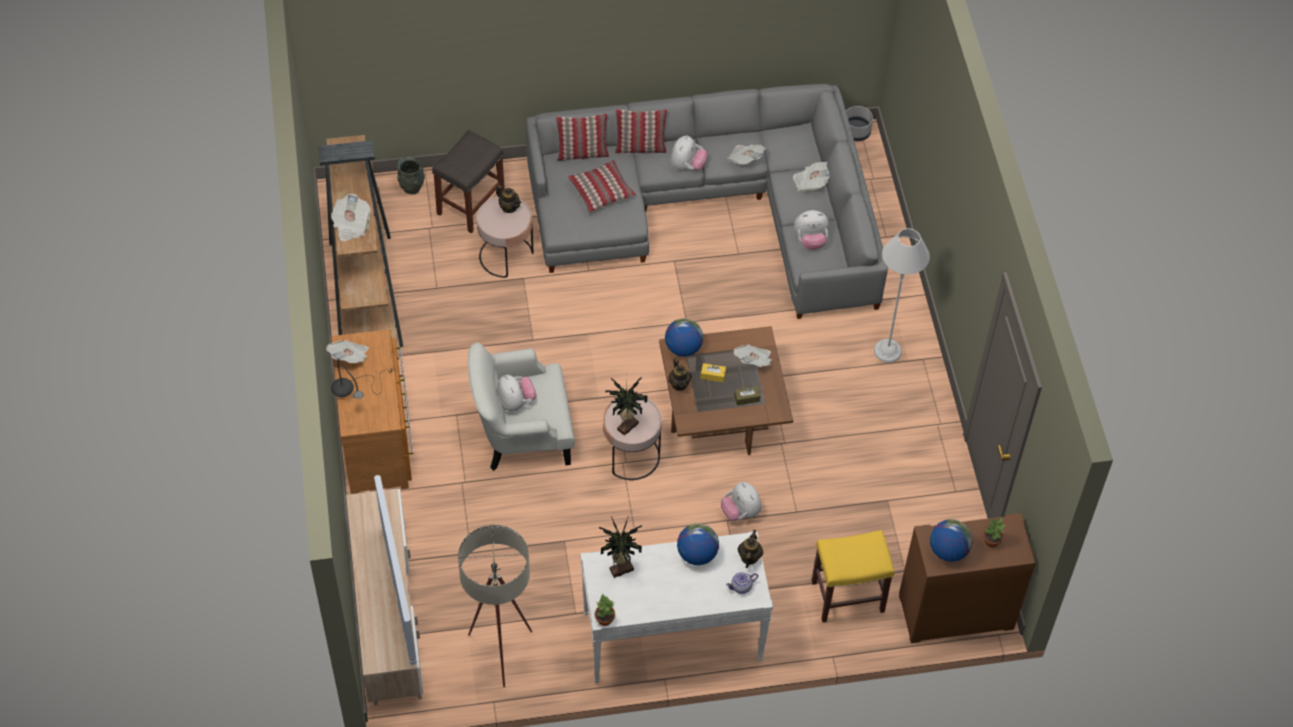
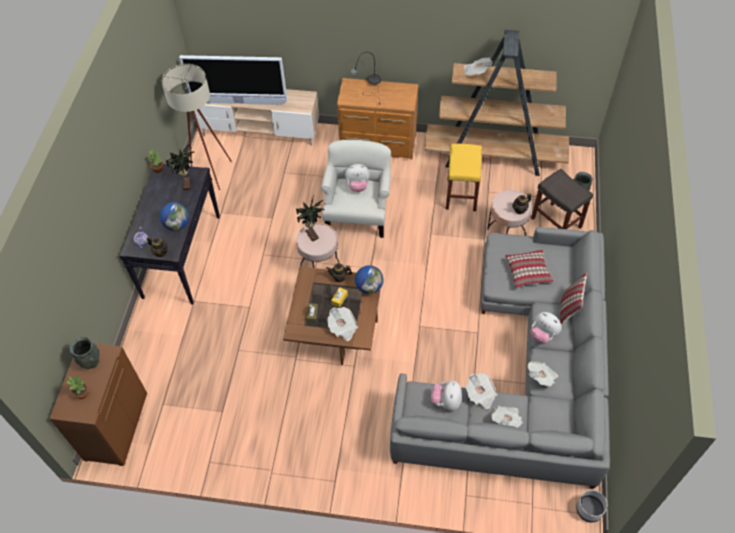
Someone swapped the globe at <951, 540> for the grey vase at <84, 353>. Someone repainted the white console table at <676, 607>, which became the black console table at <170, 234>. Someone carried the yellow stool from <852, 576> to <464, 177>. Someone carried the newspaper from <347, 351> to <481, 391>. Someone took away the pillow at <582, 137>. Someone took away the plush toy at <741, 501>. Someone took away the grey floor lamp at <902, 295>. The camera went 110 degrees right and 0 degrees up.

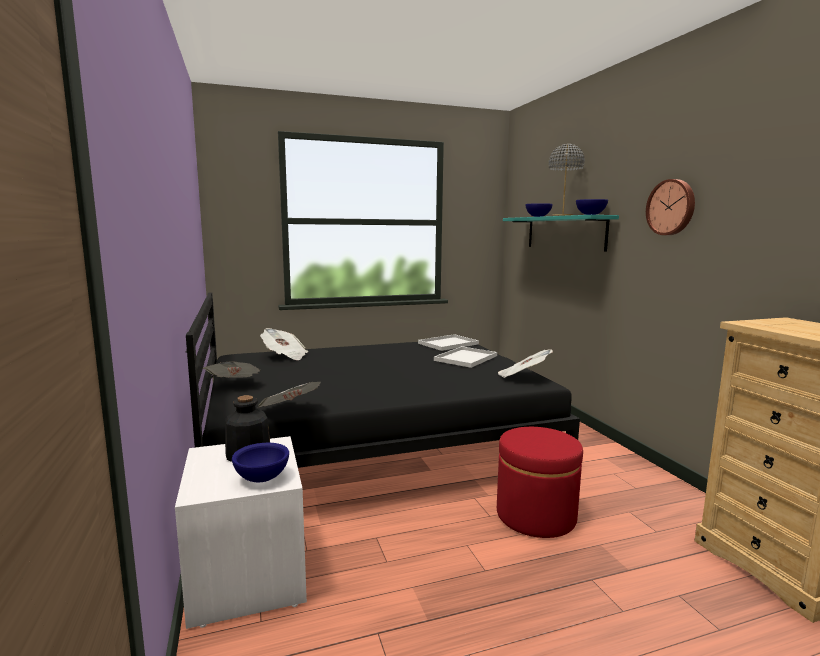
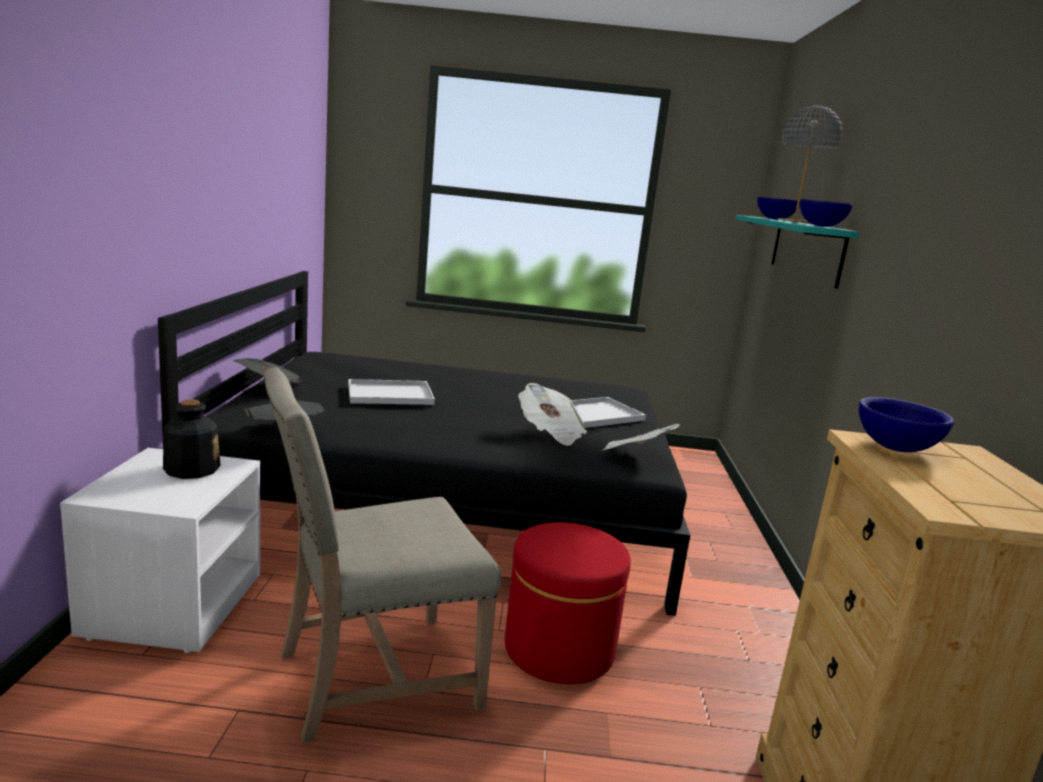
Someone put down the beige chair at <382, 555>. Someone carried the white tray from <448, 342> to <391, 392>. Someone carried the newspaper from <284, 344> to <552, 414>. Someone carried the blue bowl from <260, 462> to <906, 424>. Someone took away the wall clock at <670, 207>. The camera went 20 degrees right and 5 degrees up.

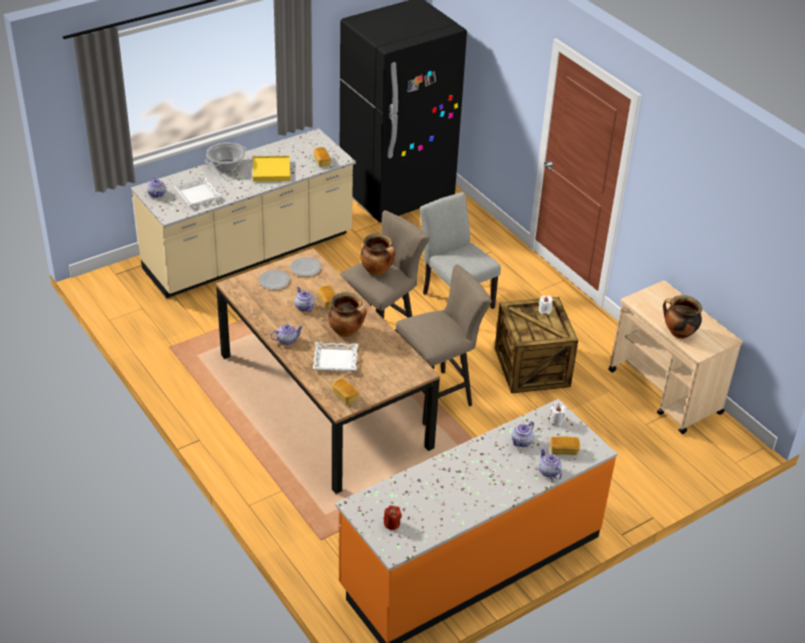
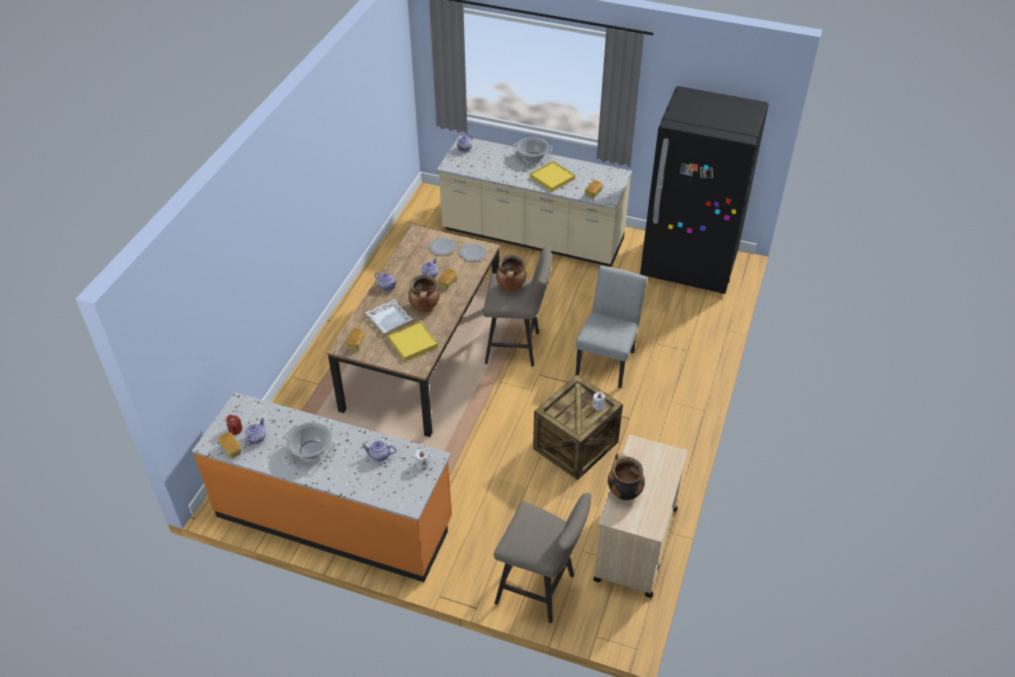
Someone carried the bread from <565, 445> to <230, 445>. Someone carried the teapot from <550, 463> to <255, 432>. Someone put down the cooking pot at <309, 441>. Someone put down the yellow tray at <412, 341>. Someone carried the beige stool from <444, 345> to <542, 558>. Someone took away the white tray at <197, 191>. The camera went 55 degrees right and 5 degrees up.

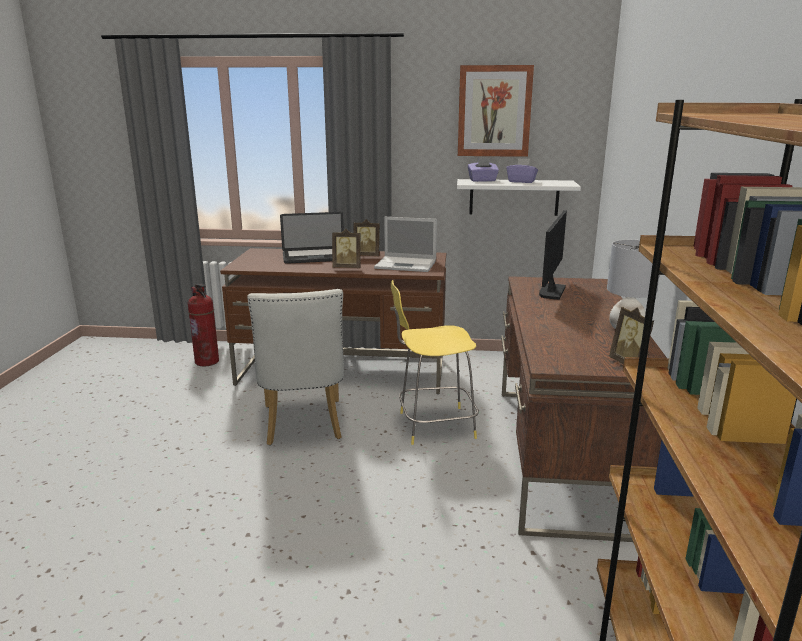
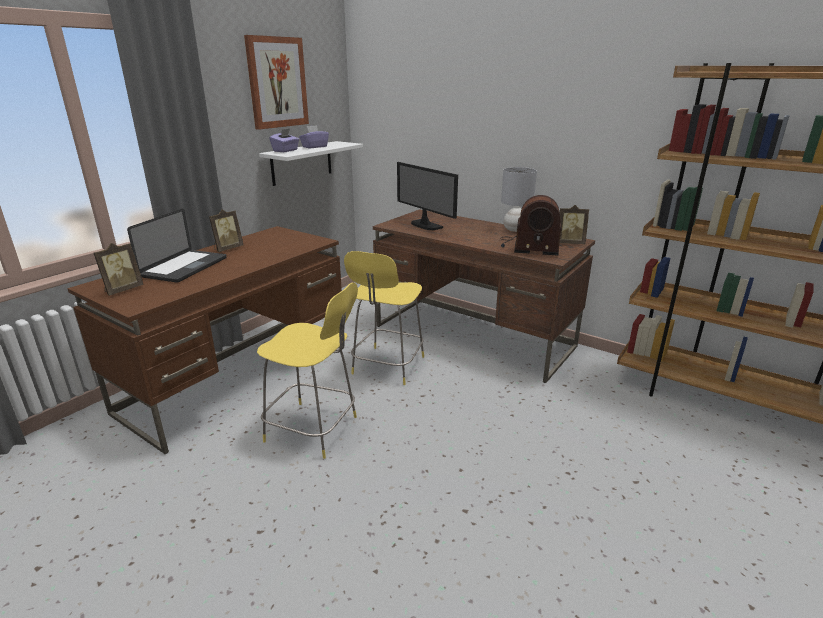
Someone carried the picture frame from <346, 248> to <119, 269>. Someone swapped the white chair at <295, 367> for the yellow stool at <307, 371>. Someone put down the radio at <530, 225>. Someone took away the fire extinguisher at <203, 325>. Someone took away the laptop at <405, 244>. The camera went 60 degrees left and 5 degrees up.

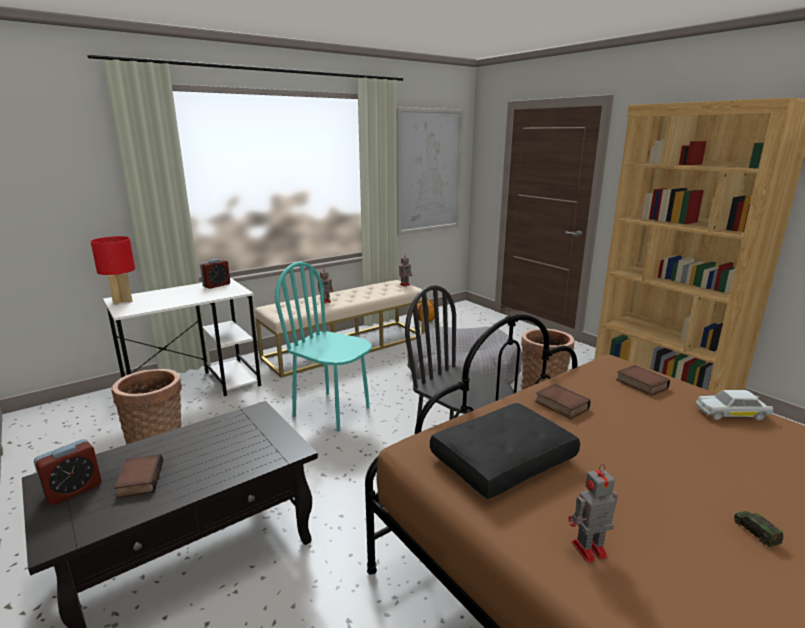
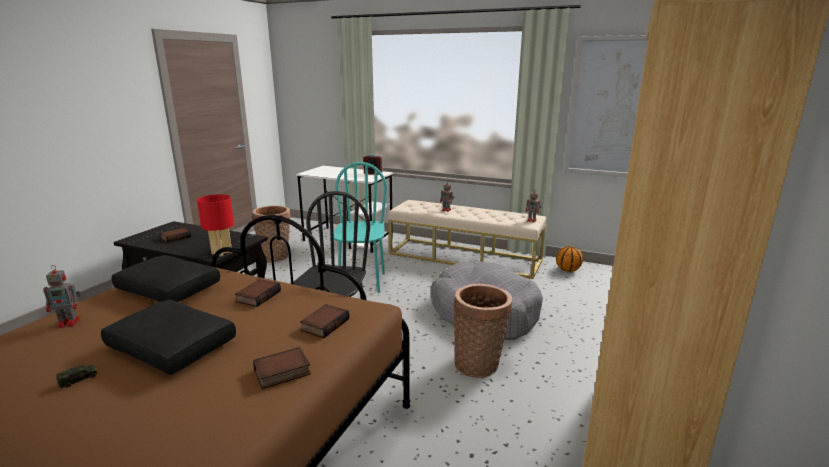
Someone rotated the toy robot at <593, 513> by 120 degrees clockwise. Someone put down the black pillow at <168, 337>. Someone carried the red table lamp from <113, 270> to <215, 225>. Someone swapped the white toy car at <734, 405> for the book at <282, 368>. Someone took away the alarm clock at <68, 472>. The camera went 60 degrees right and 0 degrees up.

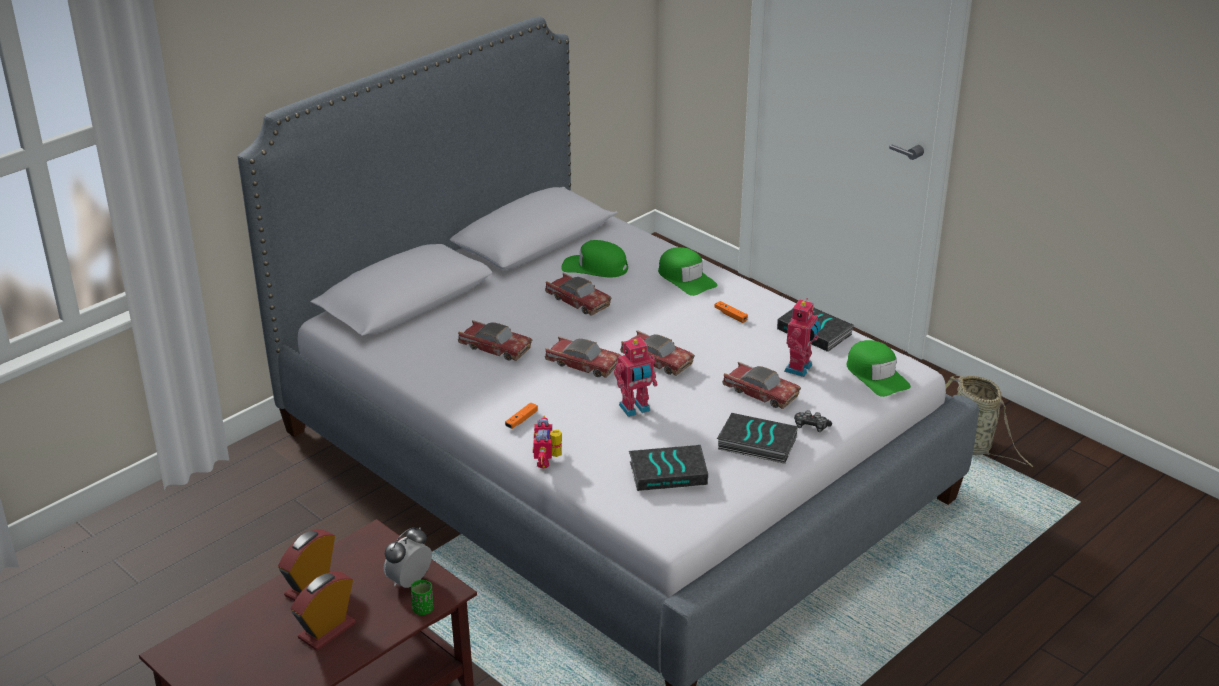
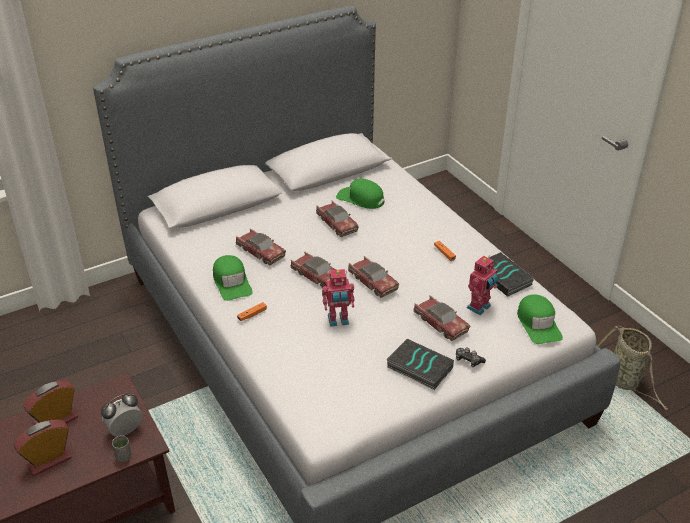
Someone repainted the green cup at <422, 597>, which became the grey cup at <122, 448>. Someone carried the green cap from <688, 271> to <233, 278>. Someone took away the toy robot at <547, 442>. Someone took away the book at <668, 468>. The camera went 15 degrees right and 5 degrees up.

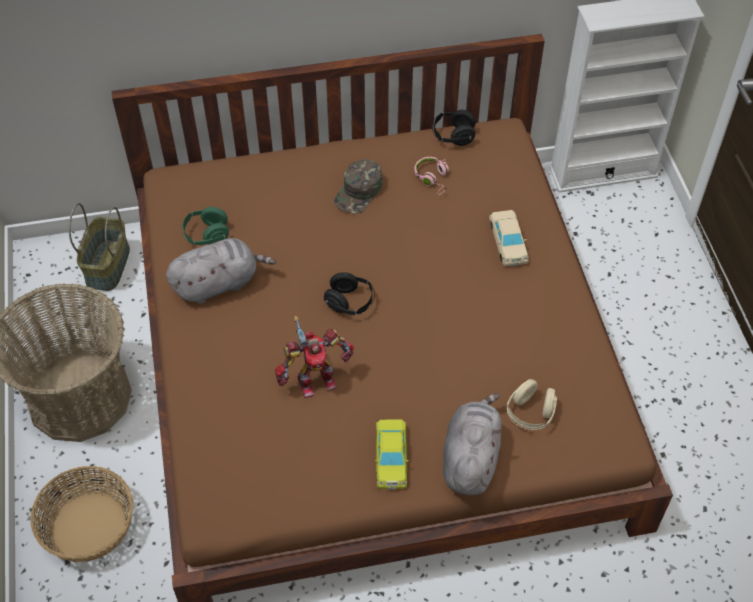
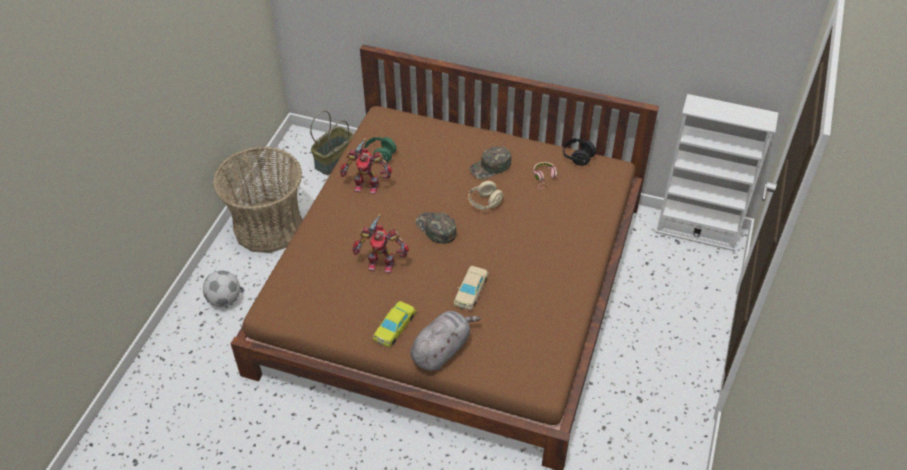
Someone swapped the basket at <81, 514> for the football at <221, 288>. Someone swapped the grey plush toy at <221, 271> for the toy robot at <366, 166>. Someone swapped the black headphones at <349, 293> for the green cap at <436, 228>. Someone carried the beige toy car from <509, 238> to <471, 288>. Someone carried the beige headphones from <531, 404> to <485, 195>. The camera went 30 degrees right and 5 degrees down.

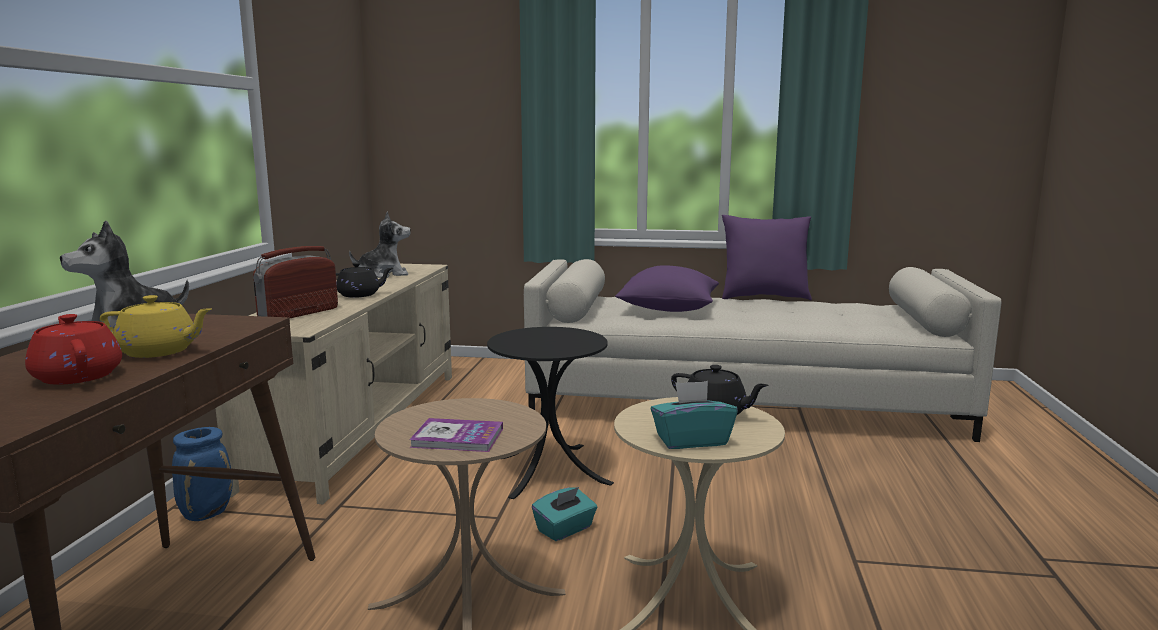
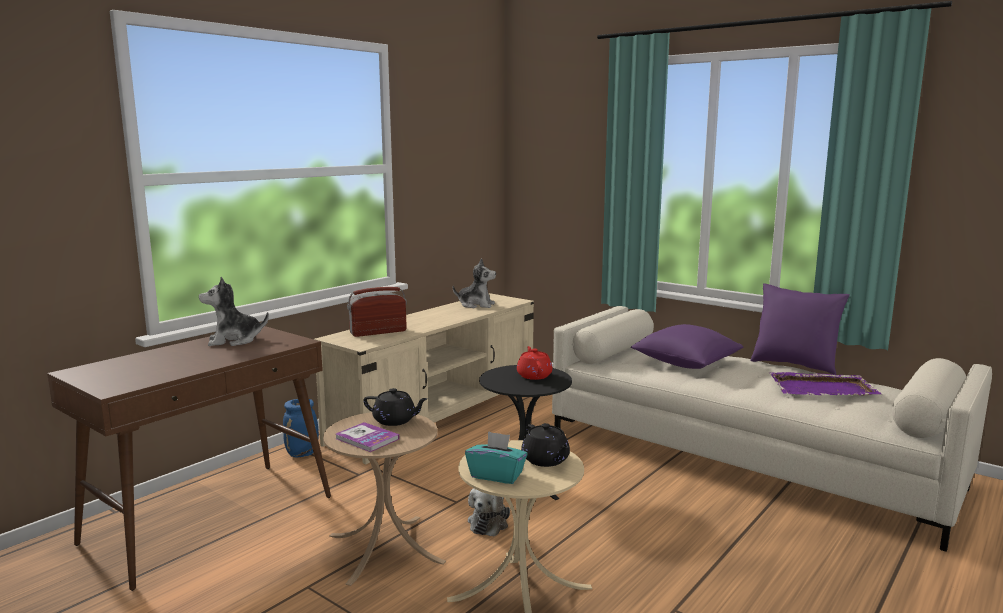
Someone carried the black teapot from <364, 280> to <395, 407>. Someone swapped the turquoise tissue box at <564, 514> for the plush toy at <489, 512>. Someone carried the red teapot from <73, 349> to <534, 363>. Someone put down the purple tray at <825, 383>. Someone took away the yellow teapot at <156, 326>. The camera went 30 degrees right and 0 degrees up.

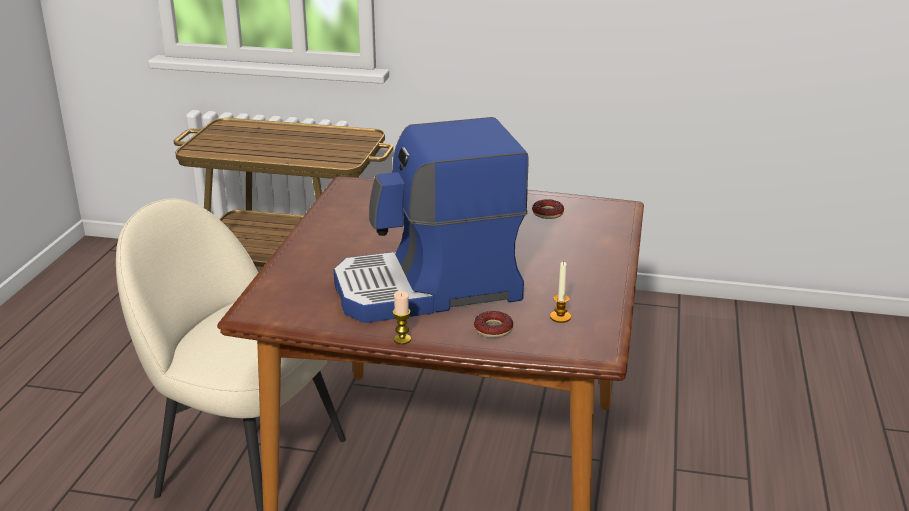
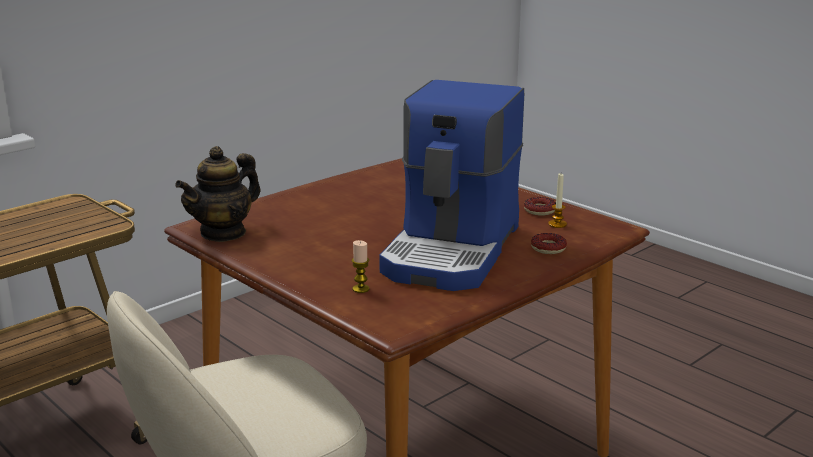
Someone put down the teapot at <218, 194>. Someone carried the candle from <402, 317> to <361, 266>. Someone carried the donut from <548, 209> to <540, 206>. The camera went 55 degrees left and 5 degrees down.

